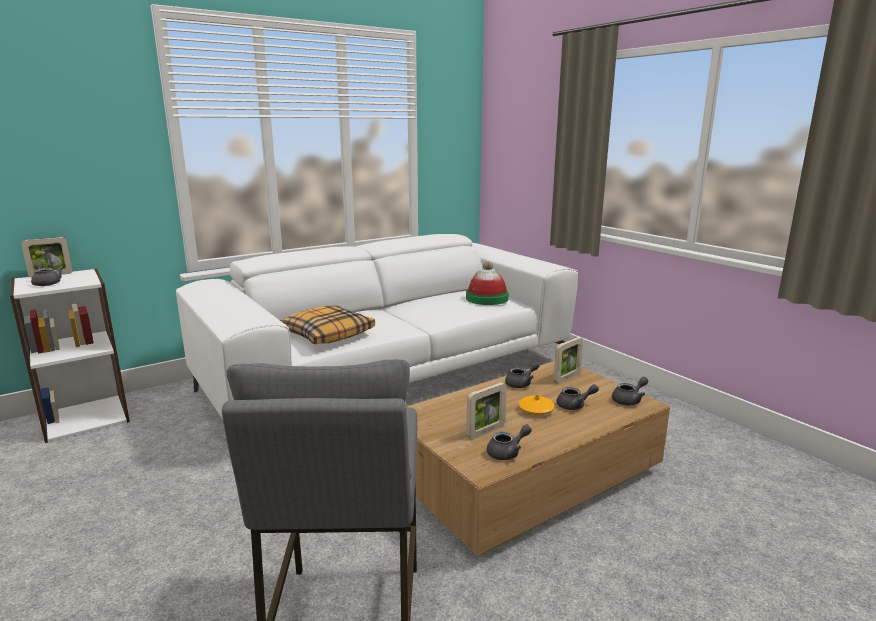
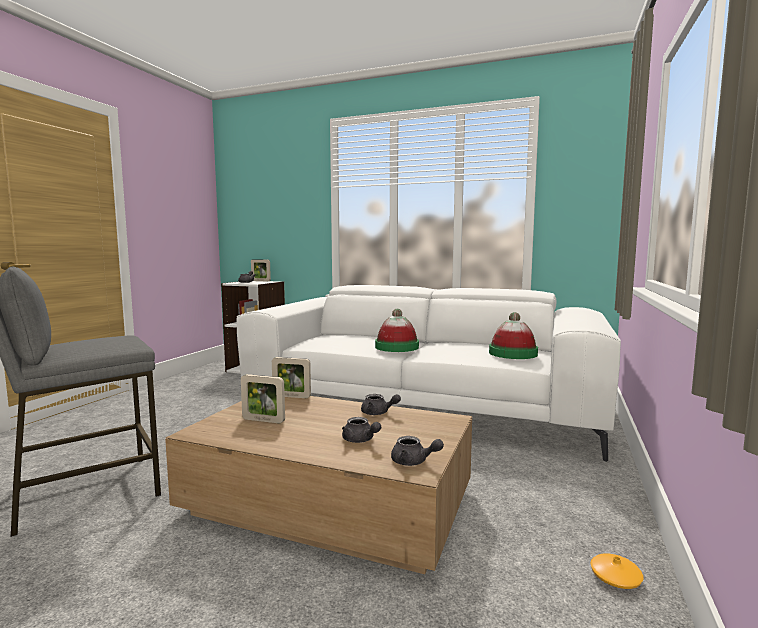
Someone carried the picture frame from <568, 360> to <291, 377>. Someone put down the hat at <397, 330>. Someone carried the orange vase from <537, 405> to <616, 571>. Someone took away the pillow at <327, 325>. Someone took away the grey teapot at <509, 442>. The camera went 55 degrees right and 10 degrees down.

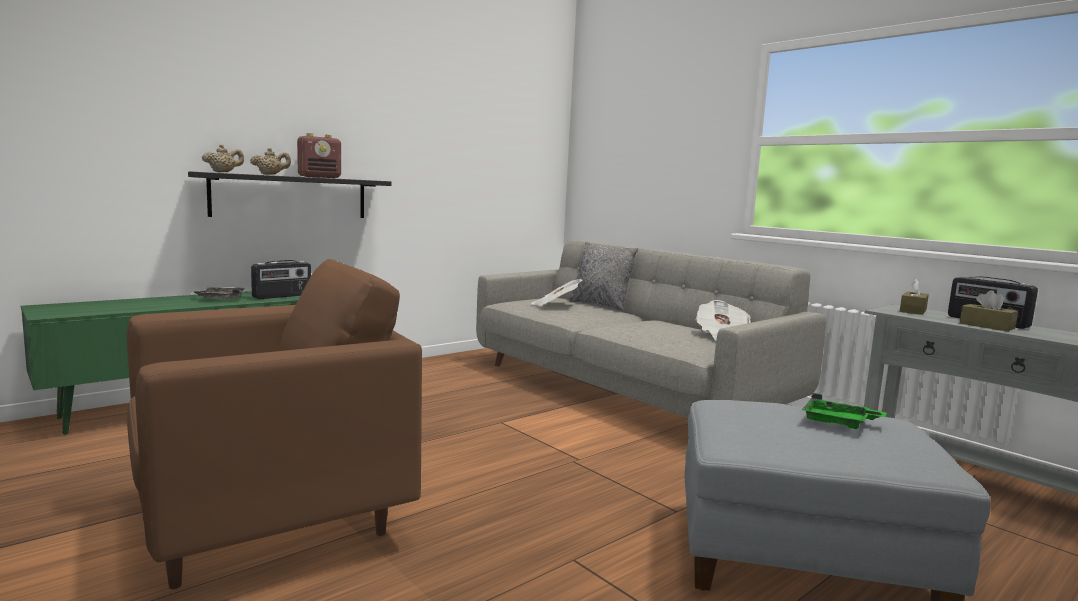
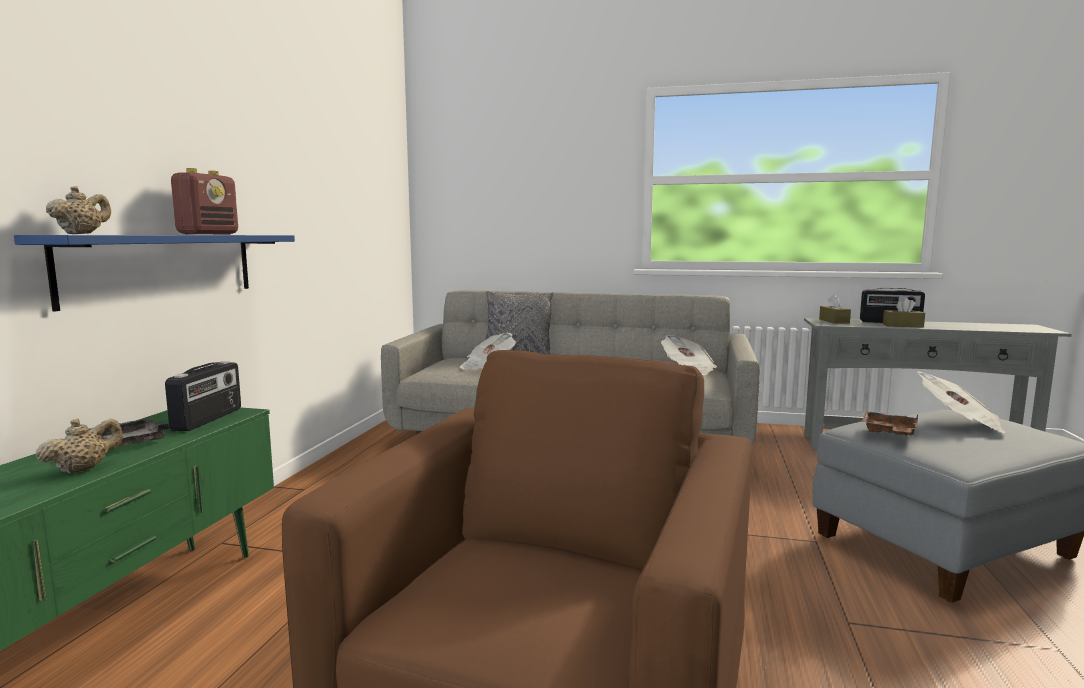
Someone repainted the black shelf at <290, 194>, which became the blue shelf at <154, 273>. Someone carried the beige teapot from <270, 161> to <79, 446>. Someone put down the brown tray at <890, 423>. Someone swapped the green tray at <844, 411> for the newspaper at <961, 402>. The camera went 35 degrees left and 0 degrees up.

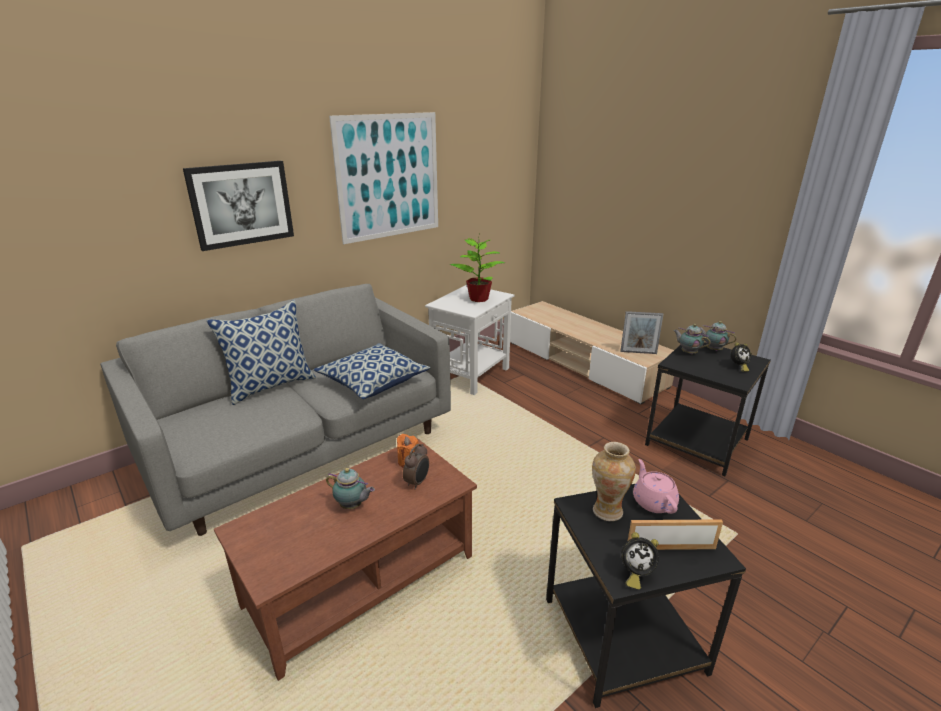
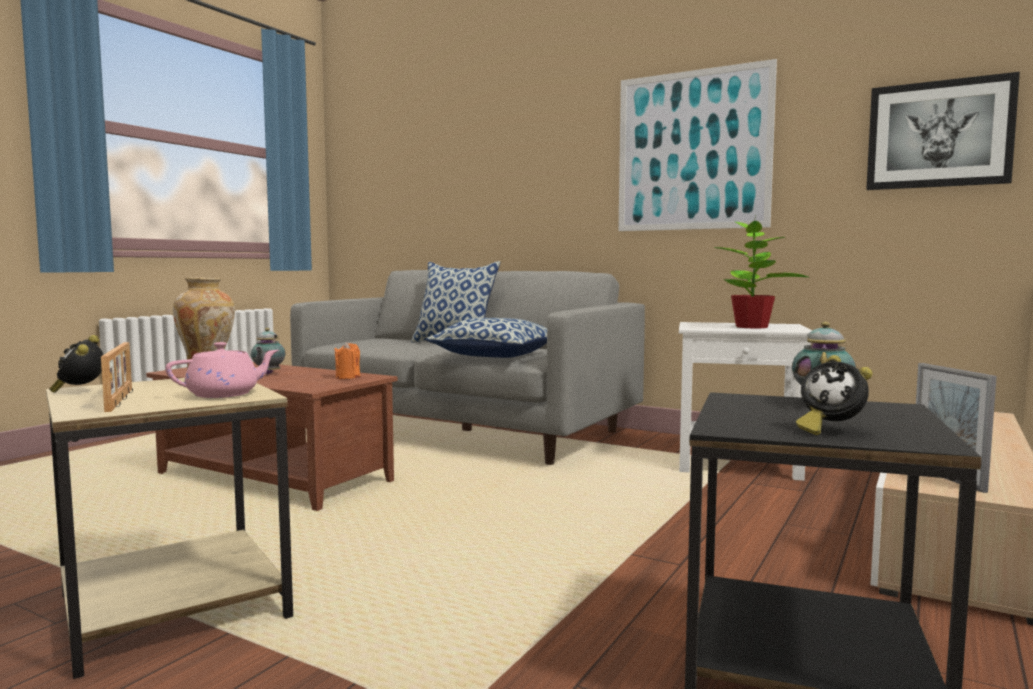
Someone repainted the black side table at <646, 596>, which became the beige side table at <169, 528>. Someone carried the picture from <238, 206> to <943, 131>. Someone took away the alarm clock at <416, 467>. Someone took away the teapot at <718, 336>. The camera went 70 degrees right and 20 degrees down.

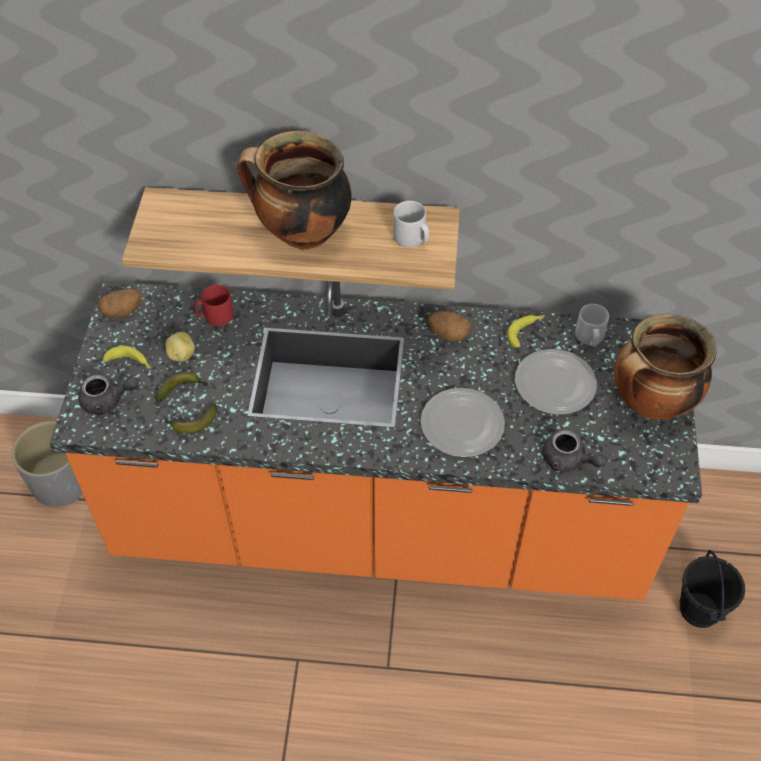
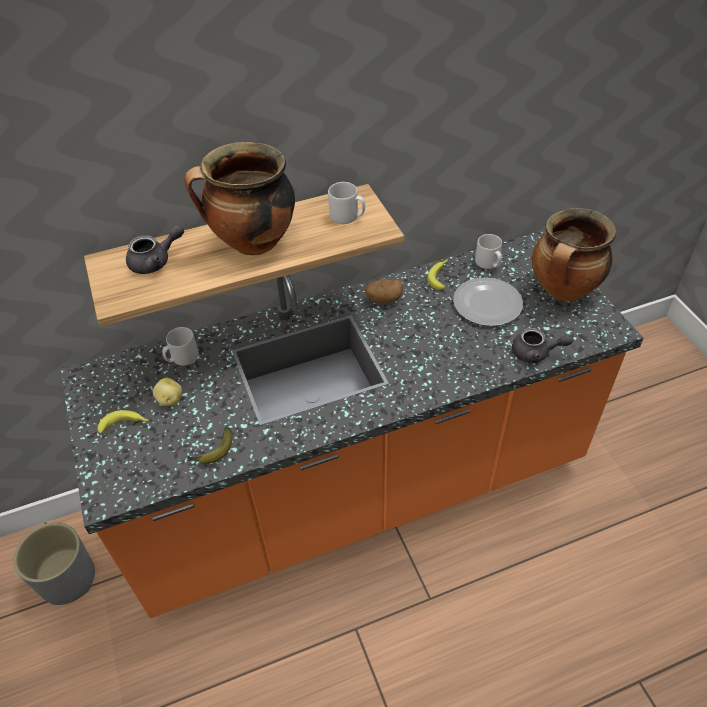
Someone carried the grey teapot from <108, 395> to <155, 249>. Someone repainted the red mug at <214, 305>, which became the grey mug at <180, 346>. Someone took away the potato at <120, 303>. Someone took away the banana at <182, 387>. Someone took away the plate at <463, 422>. Someone took away the black bucket at <712, 589>. The camera went 25 degrees left and 5 degrees down.

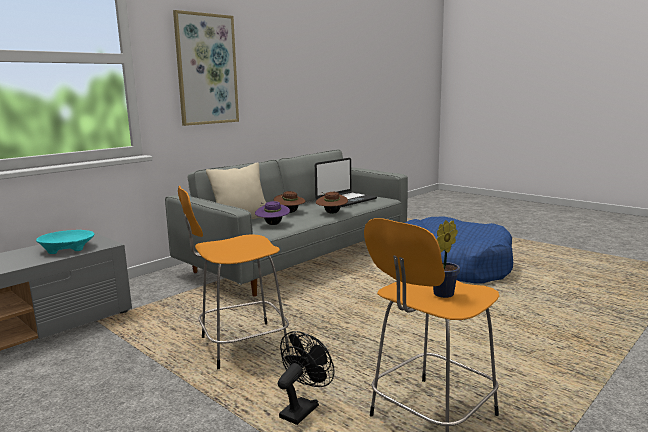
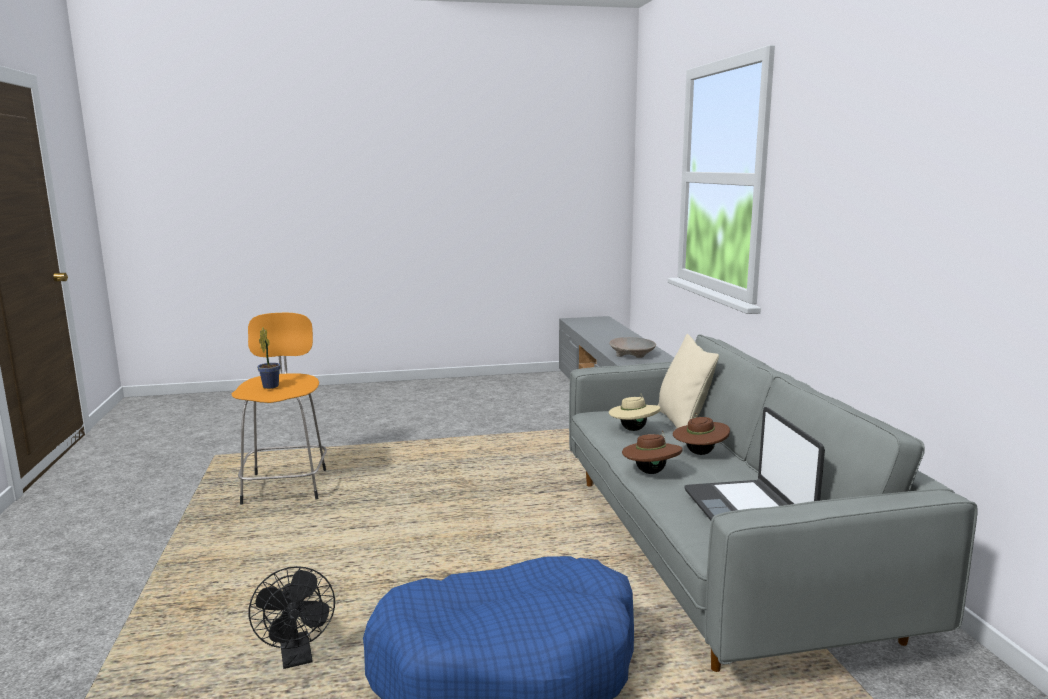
Someone carried the black fan from <306, 378> to <291, 617>. Someone repainted the turquoise bowl at <65, 242>, which became the beige bowl at <632, 347>. Someone repainted the purple hat at <272, 213>, which became the beige hat at <634, 412>. Someone took away the picture at <206, 68>. Someone took away the orange stool at <234, 277>. The camera went 125 degrees right and 0 degrees up.

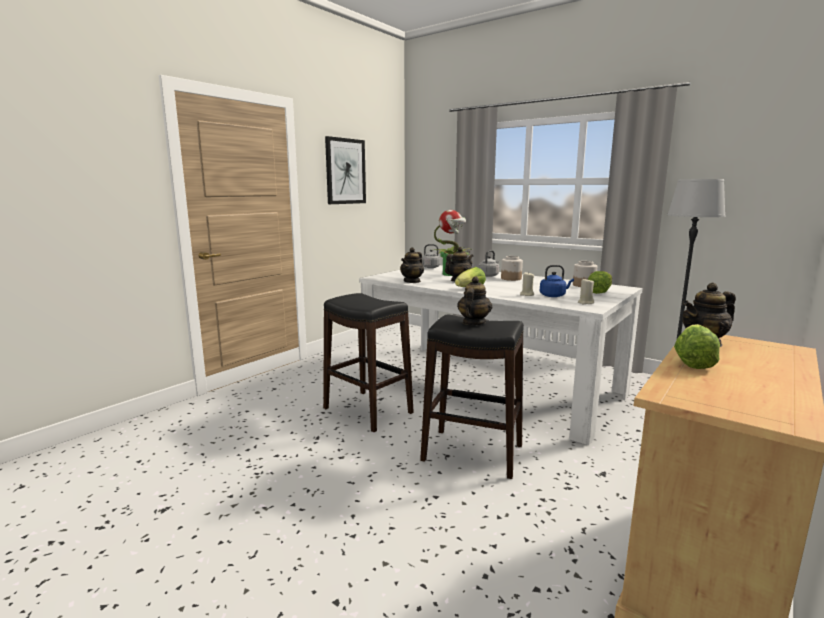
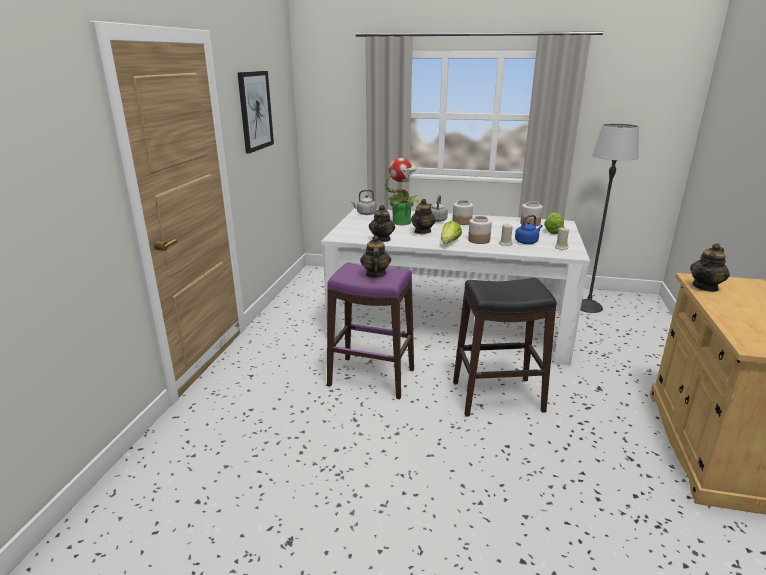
Someone repainted the black stool at <368, 362>, which became the purple stool at <370, 331>. Someone carried the teapot from <474, 300> to <375, 256>. Someone put down the jar at <480, 230>. Someone took away the lettuce at <697, 346>. The camera went 25 degrees left and 10 degrees up.

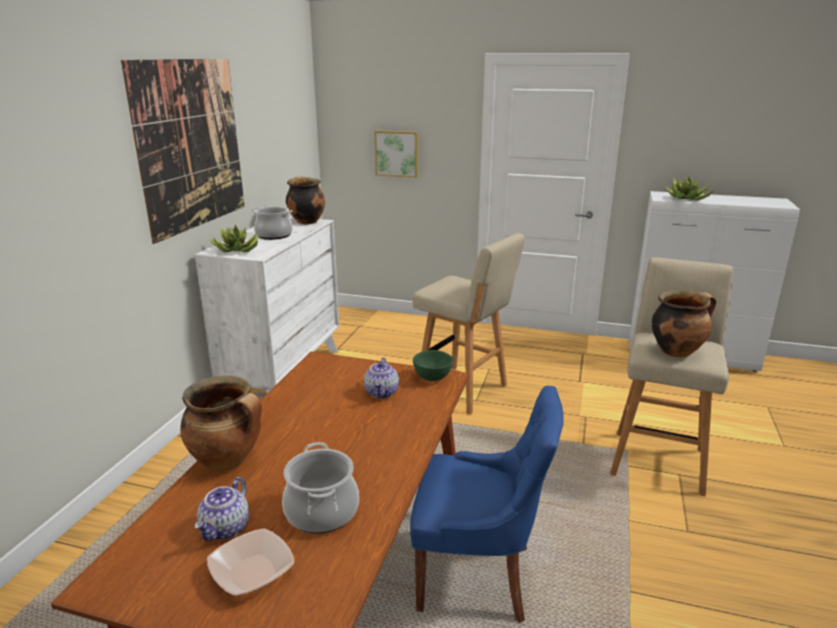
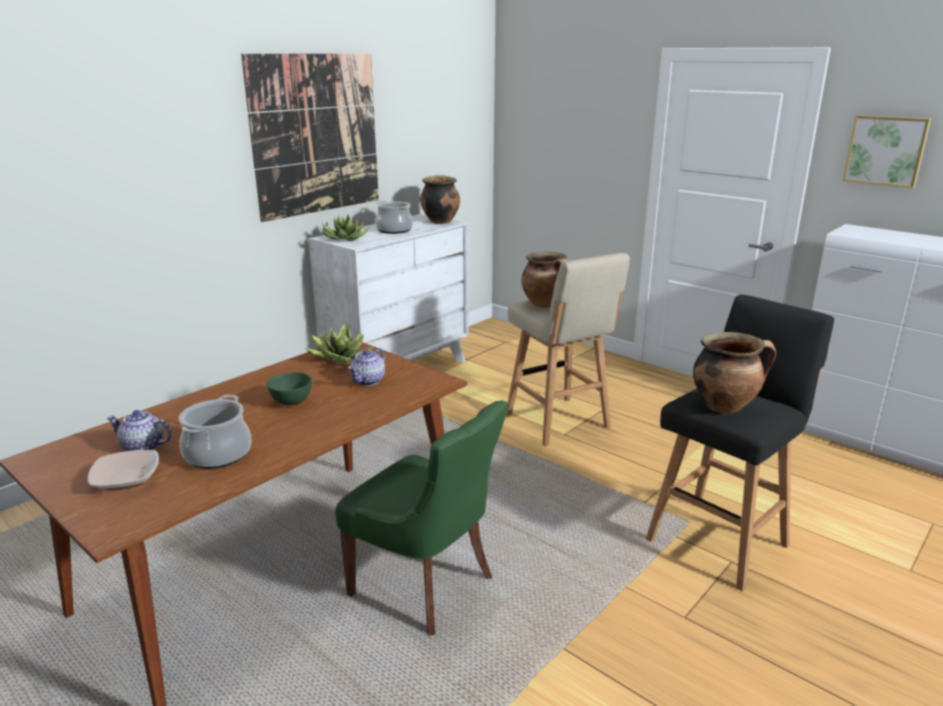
Someone rotated the teapot at <222, 509> by 60 degrees clockwise. Someone carried the green bowl from <433, 365> to <289, 388>. Someone carried the potted plant from <689, 188> to <339, 344>. Someone repainted the blue chair at <487, 504>, which became the green chair at <422, 518>. Someone carried the cooking pot from <221, 423> to <545, 280>. Someone repainted the beige stool at <671, 376>, which became the black stool at <740, 442>. Someone carried the picture from <396, 154> to <887, 151>. The camera went 25 degrees right and 0 degrees up.

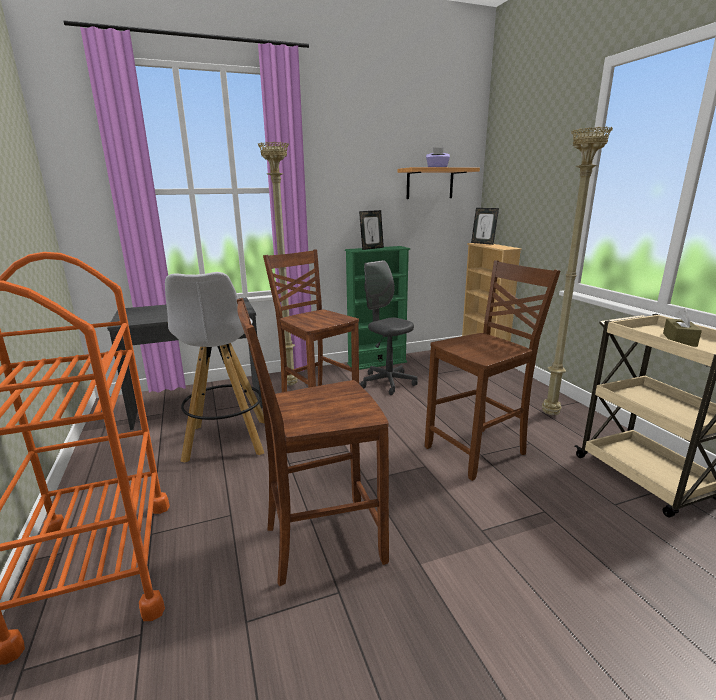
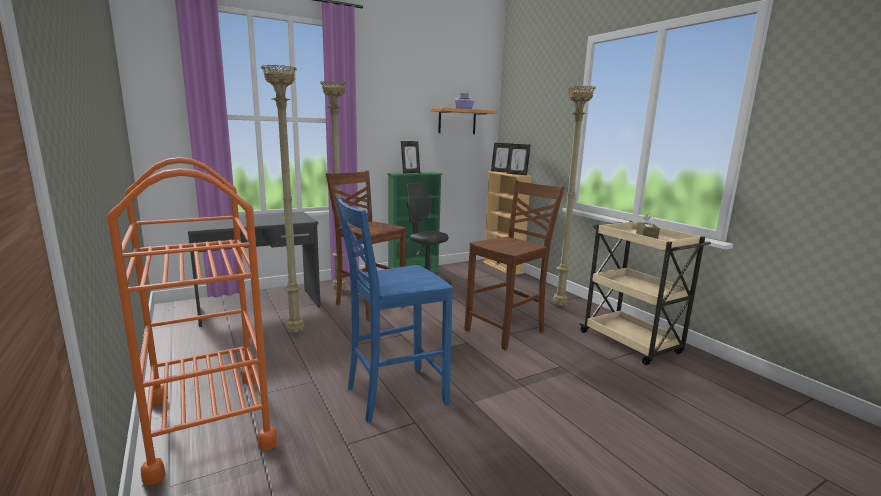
Someone swapped the white stool at <214, 367> for the beige floor lamp at <282, 198>. Someone repainted the brown chair at <313, 442>, which became the blue chair at <394, 309>. Someone put down the picture frame at <518, 159>. The camera went 10 degrees left and 5 degrees down.

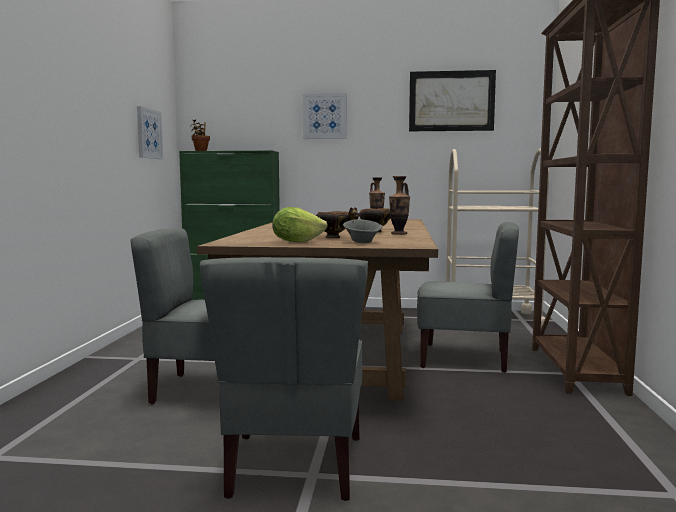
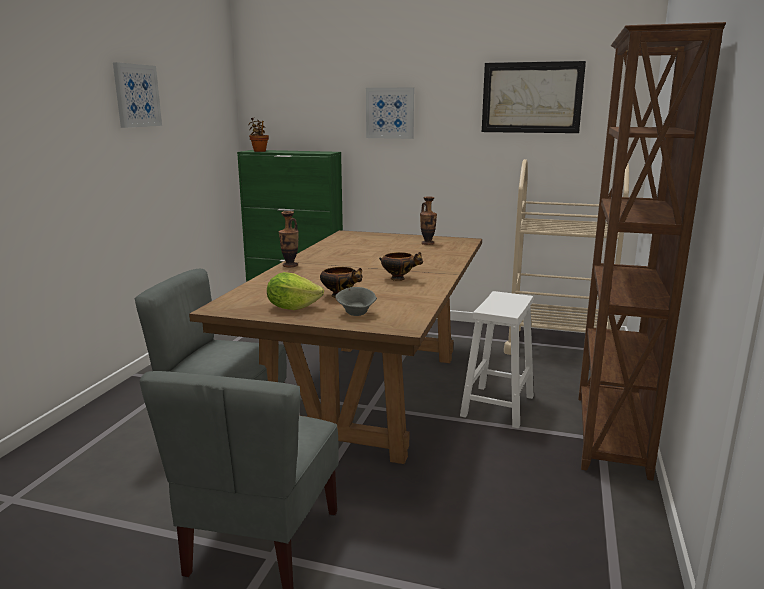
Someone carried the picture from <150, 132> to <137, 95>. Someone carried the vase from <399, 205> to <289, 239>. Someone swapped the grey chair at <468, 297> for the white stool at <497, 360>. The camera went 10 degrees right and 10 degrees up.

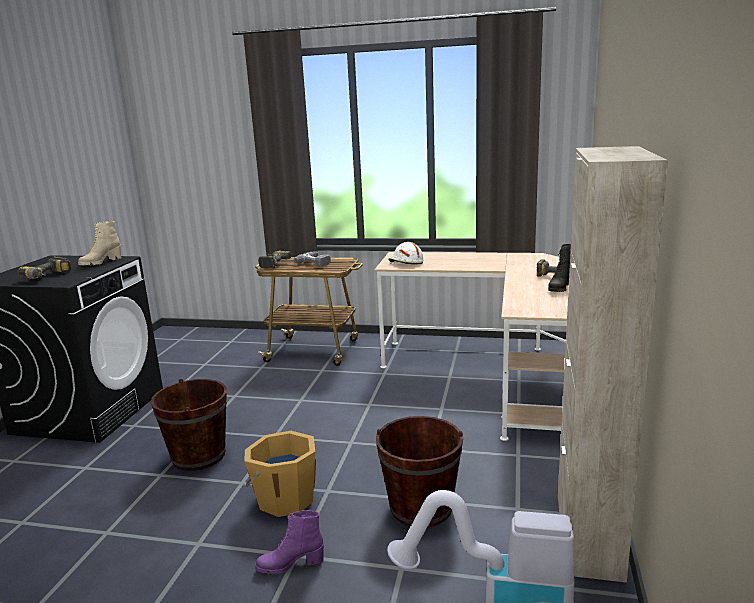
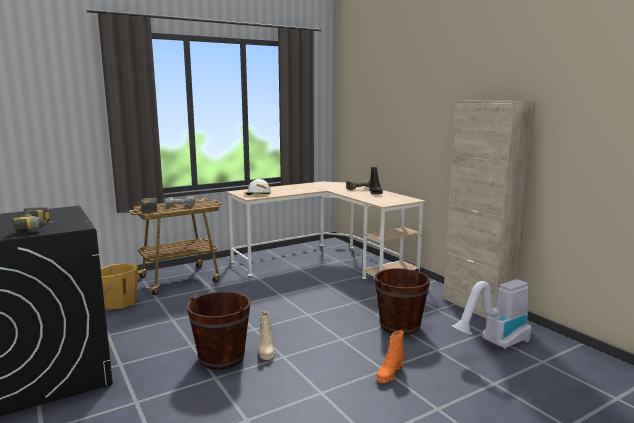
Someone carried the orange bucket from <280, 474> to <119, 286>. Someone carried the beige boot from <99, 243> to <267, 335>. Someone repainted the purple boot at <289, 542>, which became the orange boot at <390, 356>. The camera went 45 degrees left and 5 degrees down.

